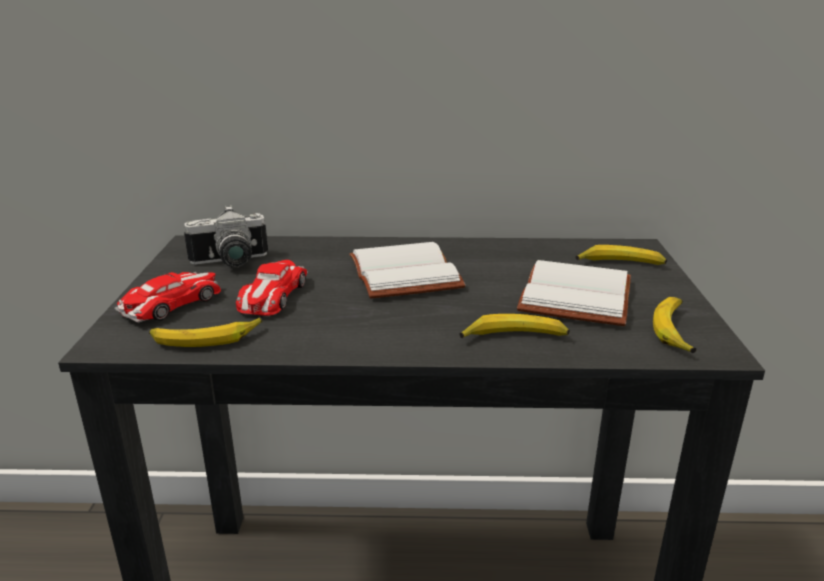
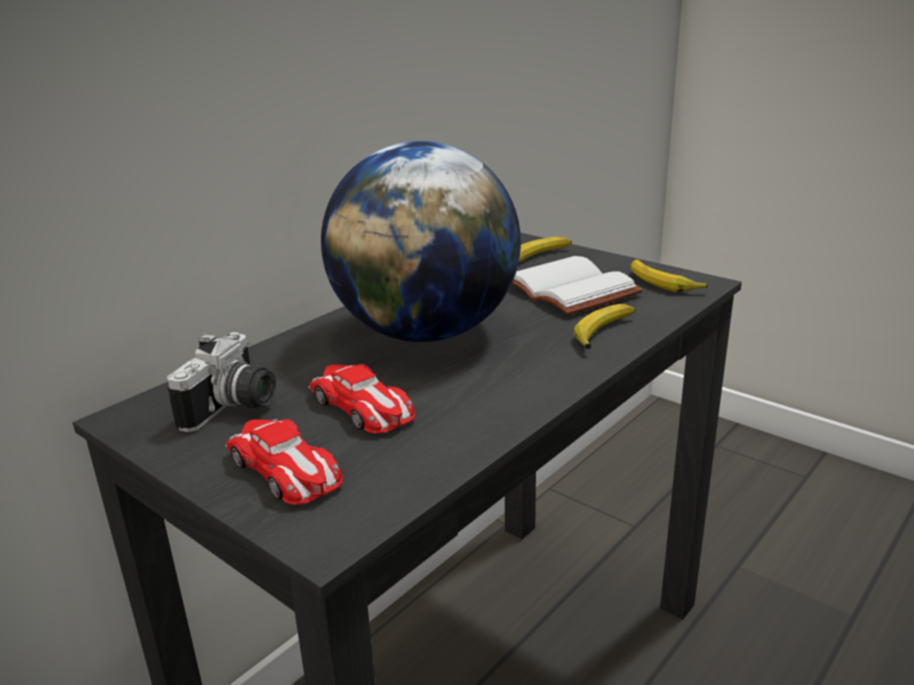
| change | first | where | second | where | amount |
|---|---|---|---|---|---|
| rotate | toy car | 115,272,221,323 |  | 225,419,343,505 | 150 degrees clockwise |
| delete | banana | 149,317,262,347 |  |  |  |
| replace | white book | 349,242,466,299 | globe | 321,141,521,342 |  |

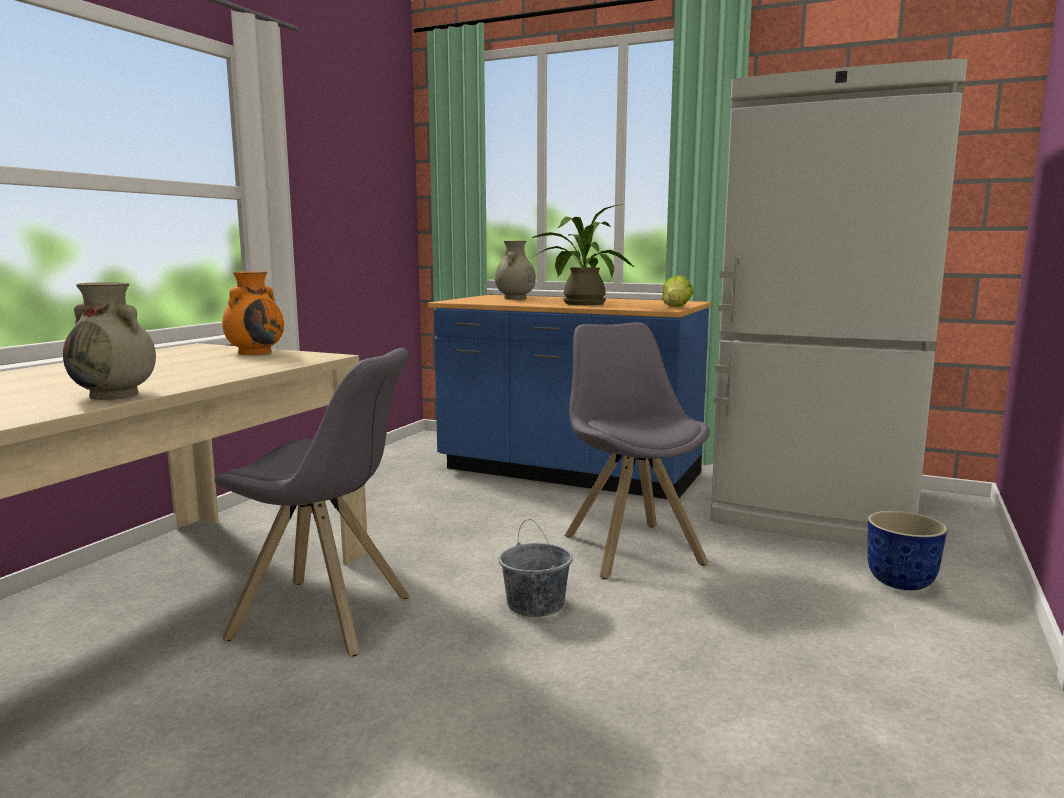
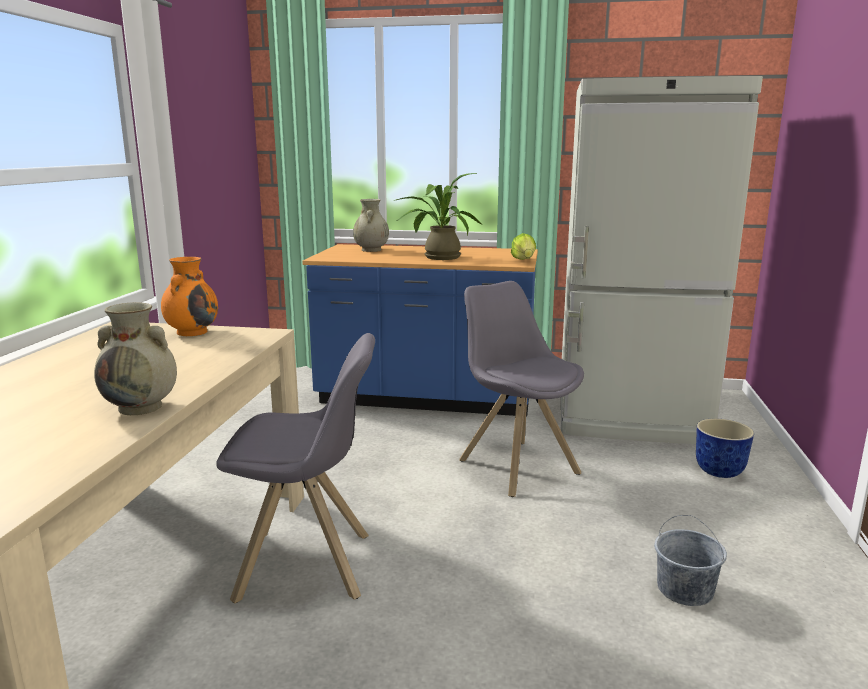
| change | first | where | second | where | amount |
|---|---|---|---|---|---|
| move | grey bucket | 499,519,573,617 |  | 654,515,727,606 |  |

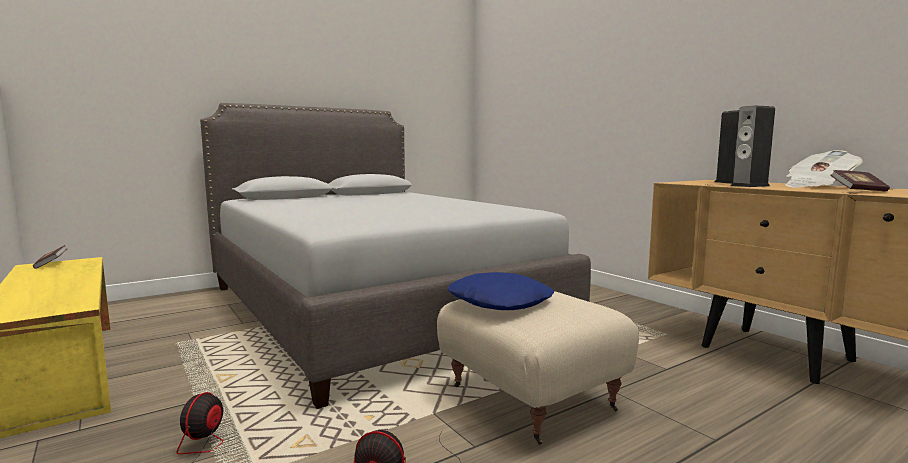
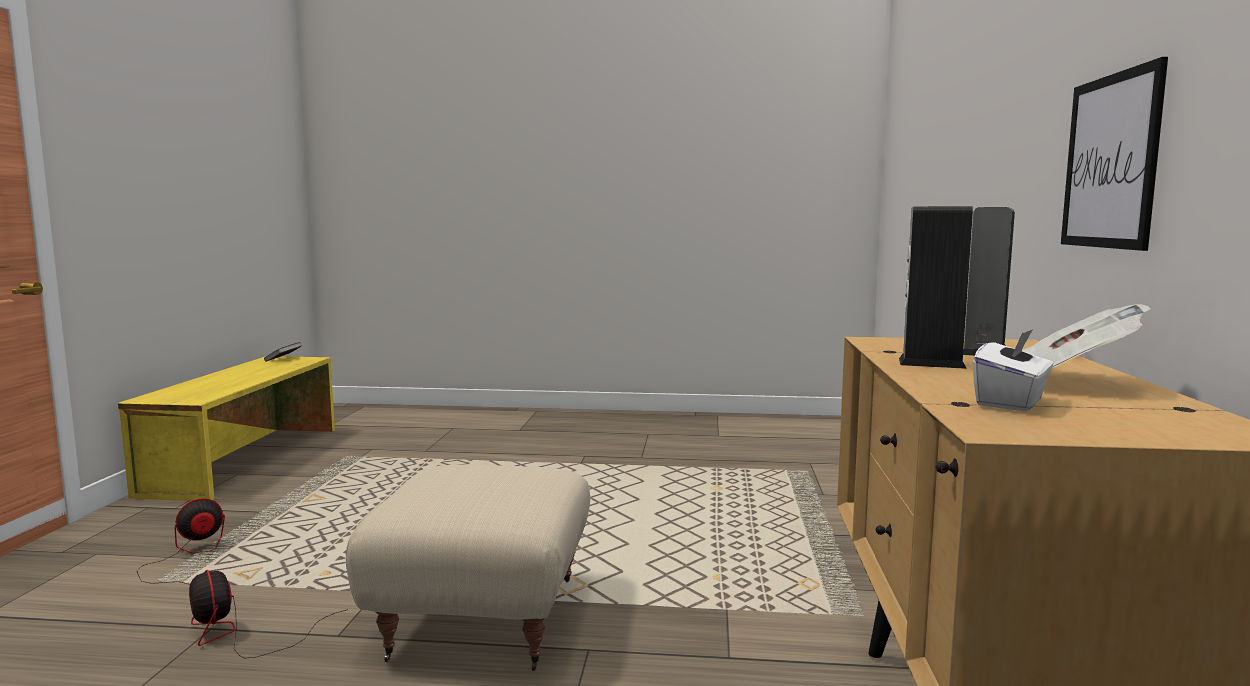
| change | first | where | second | where | amount |
|---|---|---|---|---|---|
| delete | grey bed | 200,103,591,409 |  |  |  |
| delete | blue pillow | 448,272,554,310 |  |  |  |
| replace | book | 831,170,890,192 | white tissue box | 973,329,1053,411 |  |
| insert |  |  | picture | 1061,57,1168,251 |  |

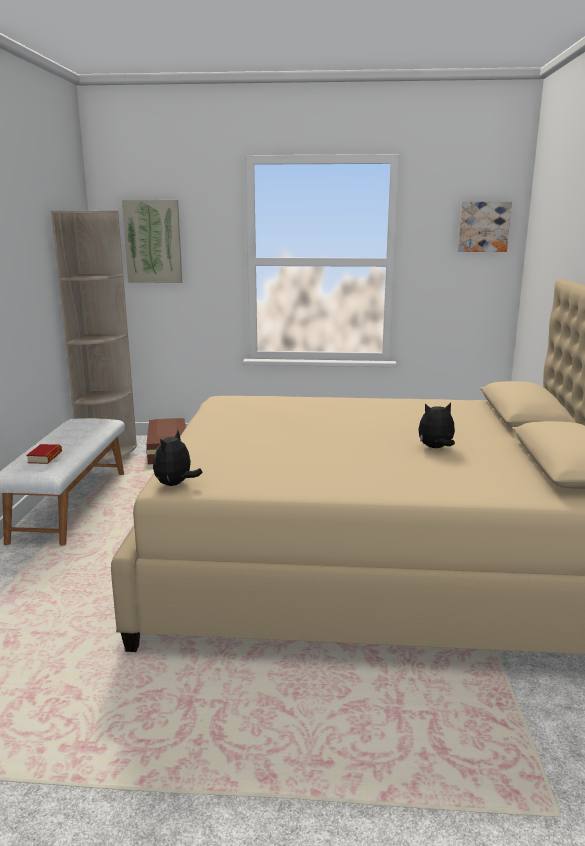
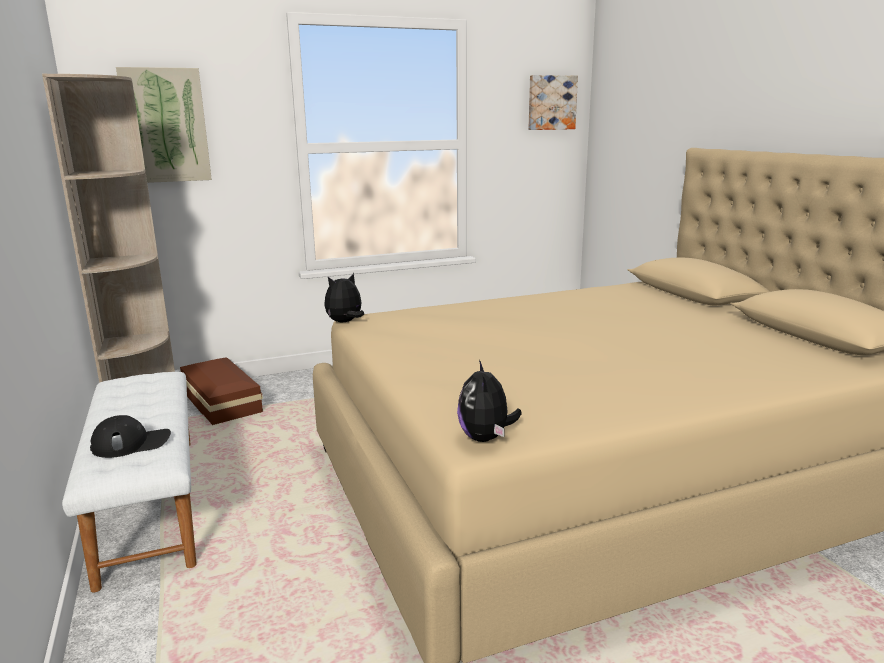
| change | first | where | second | where | amount |
|---|---|---|---|---|---|
| replace | book | 26,444,62,464 | black cap | 90,415,171,458 |  |
| move | plush toy | 418,403,455,448 |  | 324,273,364,322 |  |

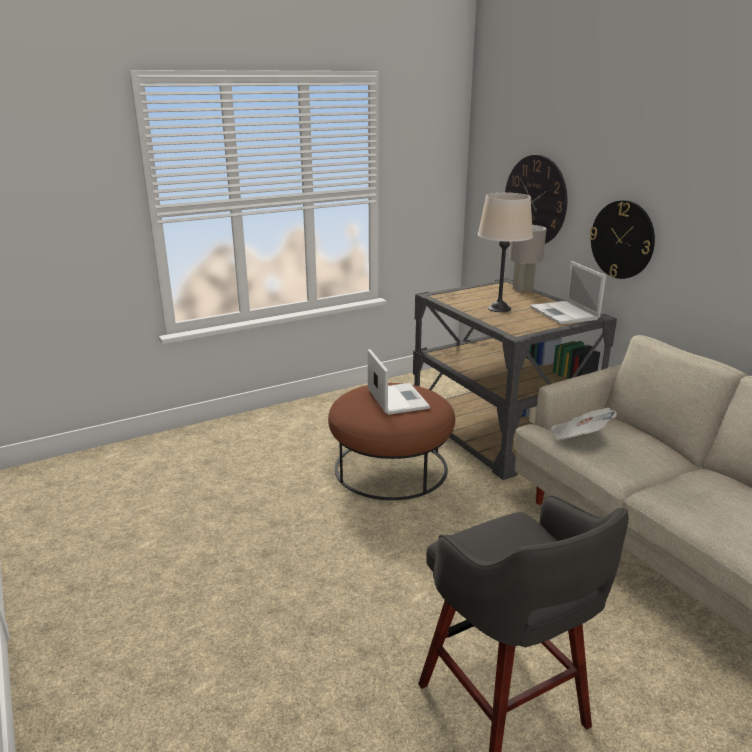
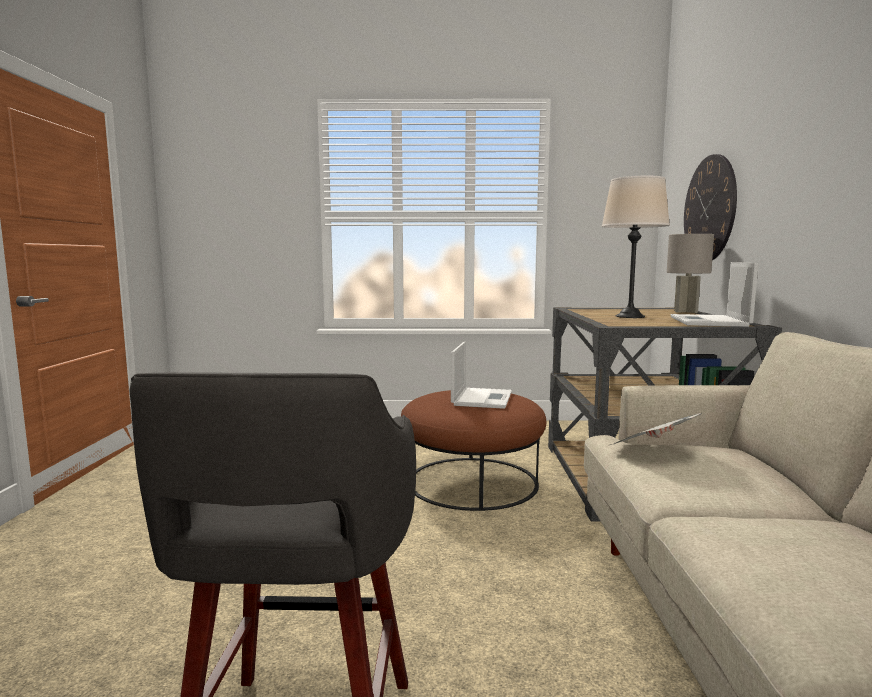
| change | first | where | second | where | amount |
|---|---|---|---|---|---|
| delete | wall clock | 589,200,655,279 |  |  |  |

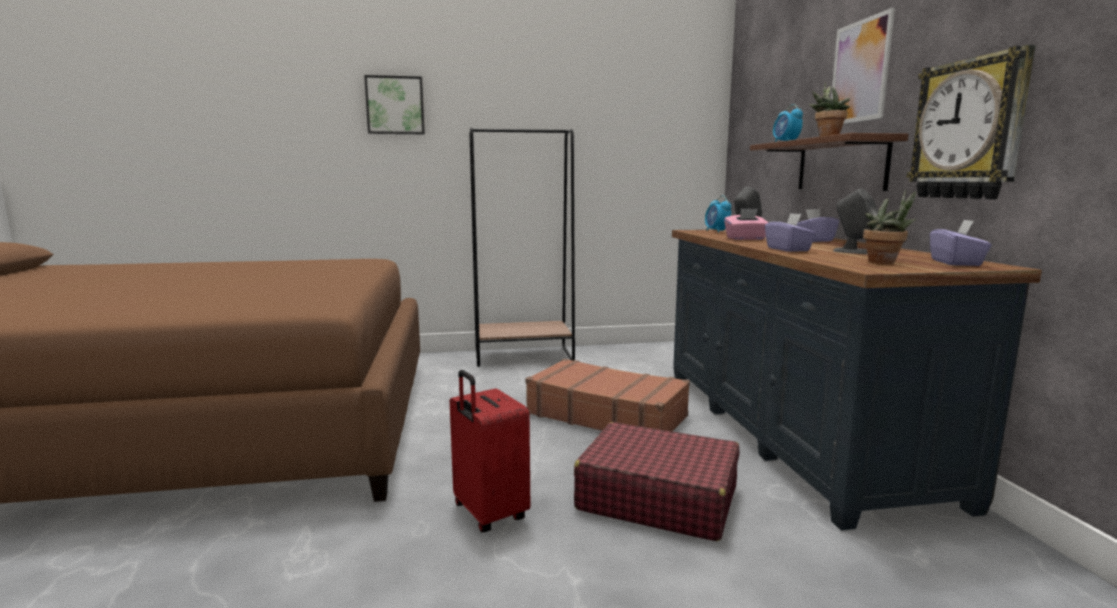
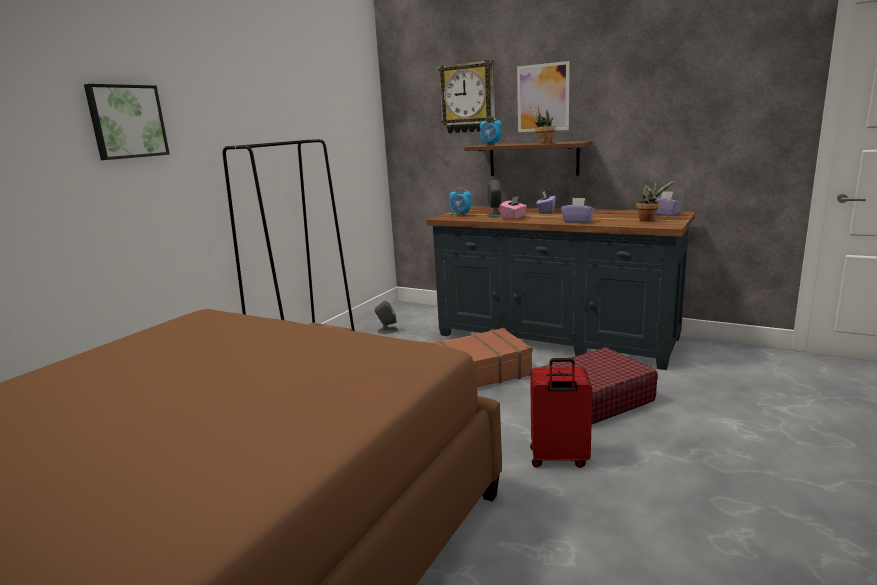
| change | first | where | second | where | amount |
|---|---|---|---|---|---|
| move | grey speaker | 833,189,878,254 |  | 375,301,398,334 |  |
| move | wall clock | 906,45,1035,200 |  | 438,60,495,133 |  |

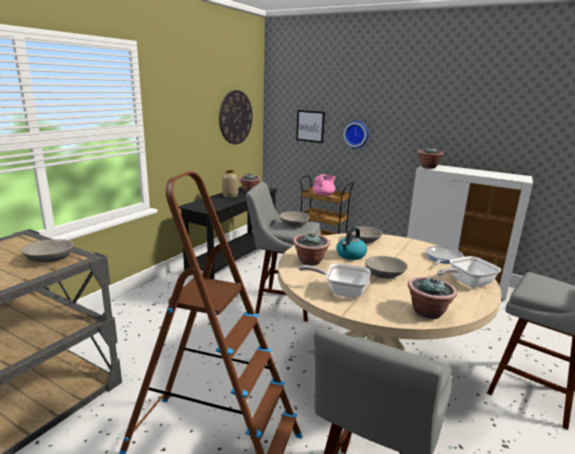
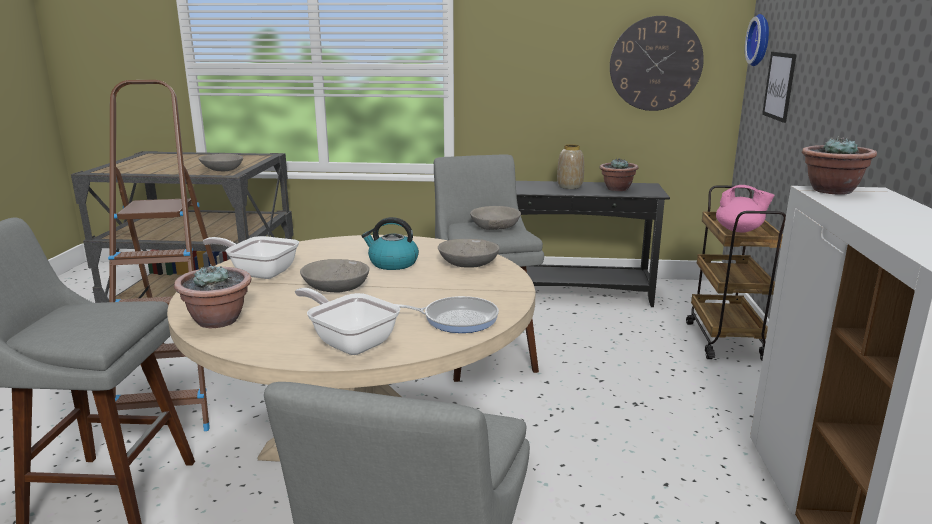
| change | first | where | second | where | amount |
|---|---|---|---|---|---|
| delete | potted plant | 293,232,330,266 |  |  |  |
| rotate | frying pan | 298,263,371,298 |  | 203,236,299,279 | 60 degrees counterclockwise |
| move | wall clock | 343,121,368,148 |  | 745,14,769,66 |  |

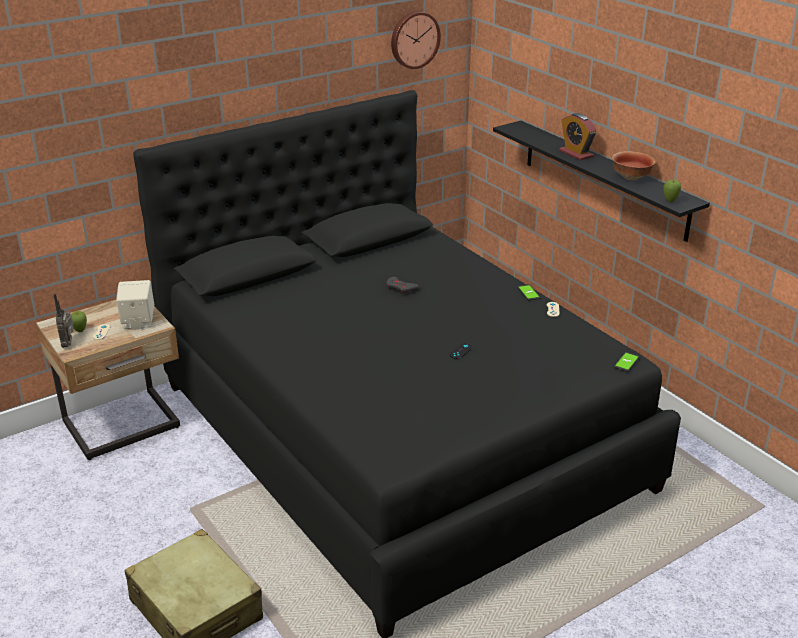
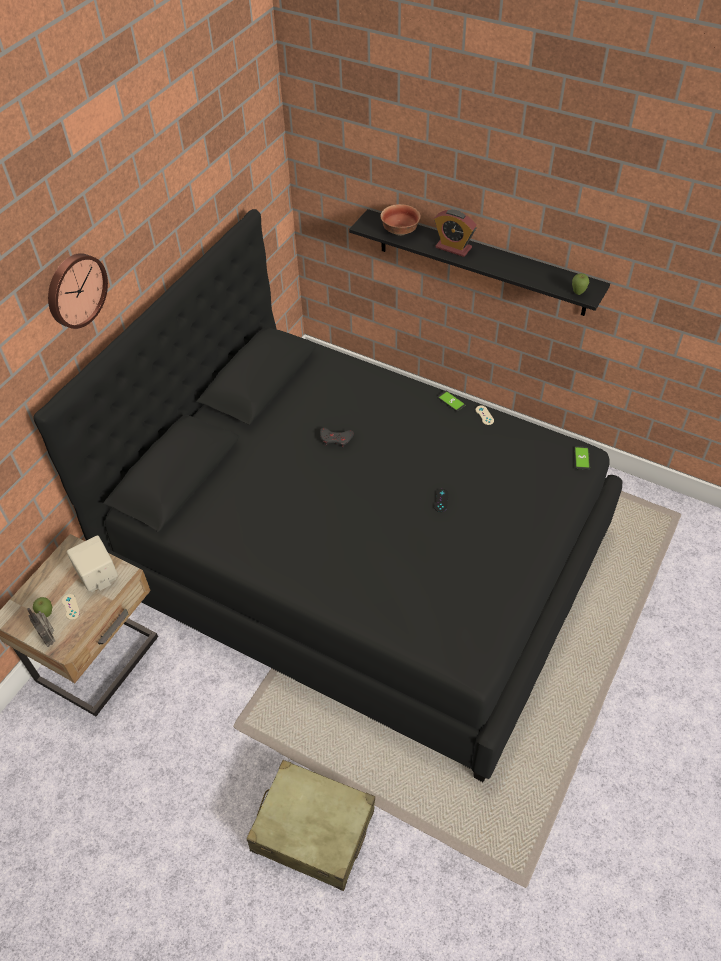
| change | first | where | second | where | amount |
|---|---|---|---|---|---|
| move | wall clock | 391,11,441,69 |  | 48,253,108,329 |  |
| move | bowl | 612,151,655,180 |  | 380,204,421,236 |  |

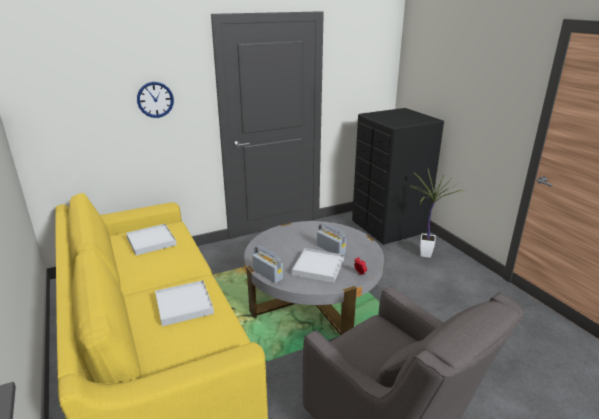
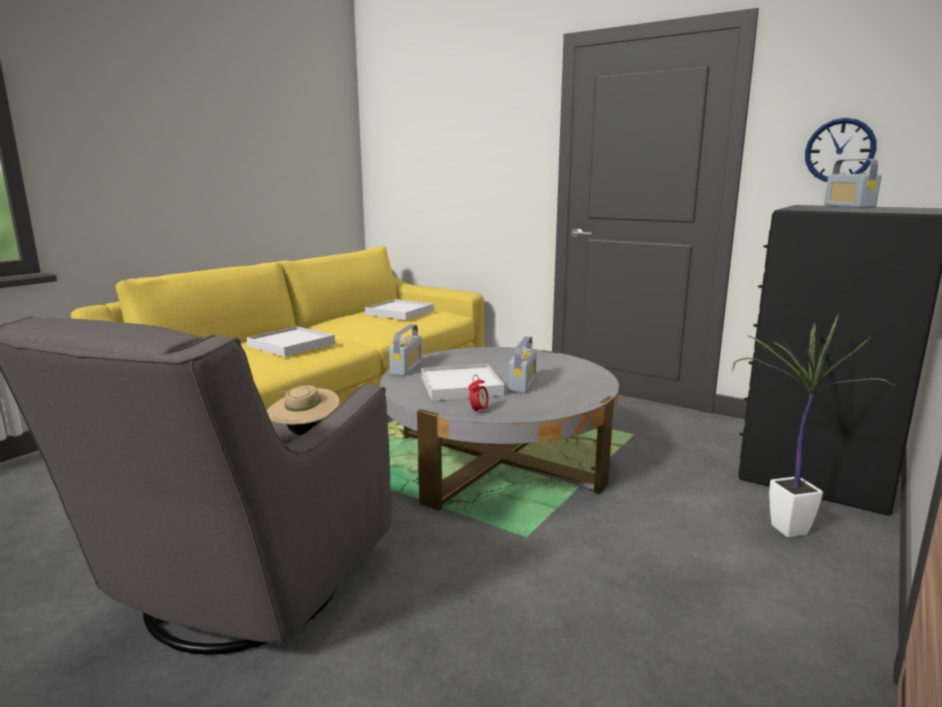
| change | first | where | second | where | amount |
|---|---|---|---|---|---|
| move | wall clock | 137,82,174,118 |  | 805,118,877,182 |  |
| insert |  |  | beige hat | 267,386,340,435 |  |
| insert |  |  | radio | 824,159,881,208 |  |

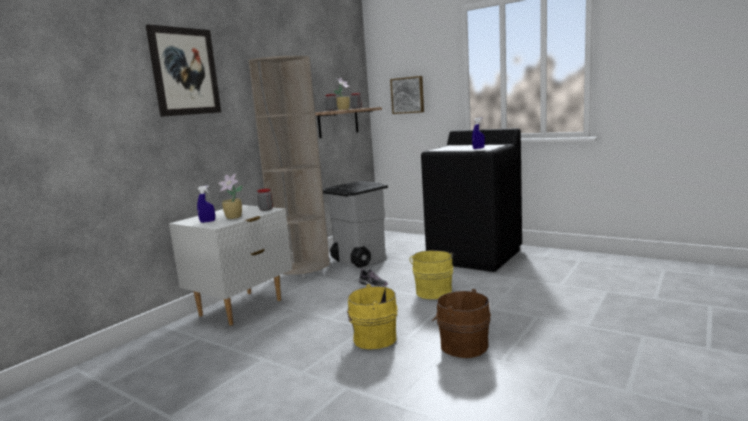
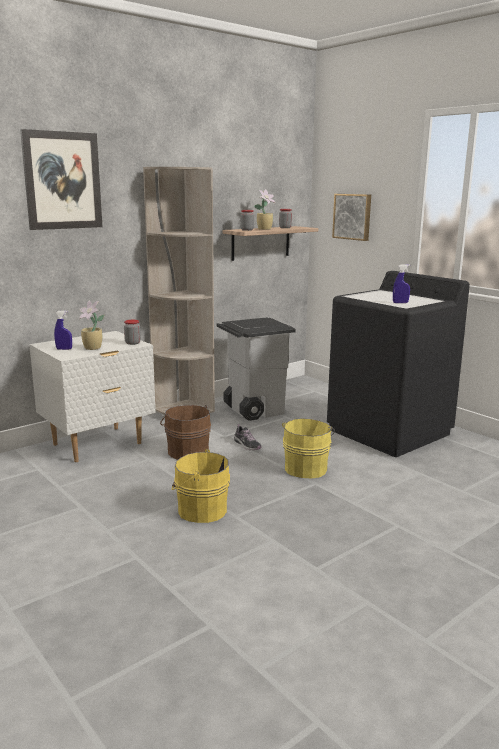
| change | first | where | second | where | amount |
|---|---|---|---|---|---|
| move | brown bucket | 432,289,491,358 |  | 160,405,211,460 |  |

